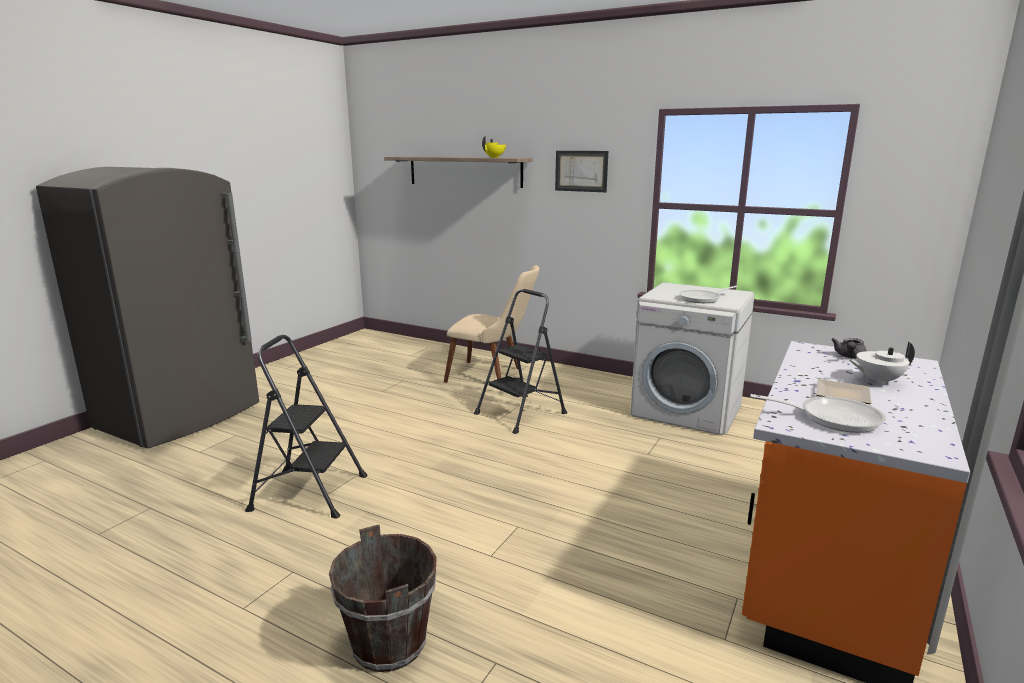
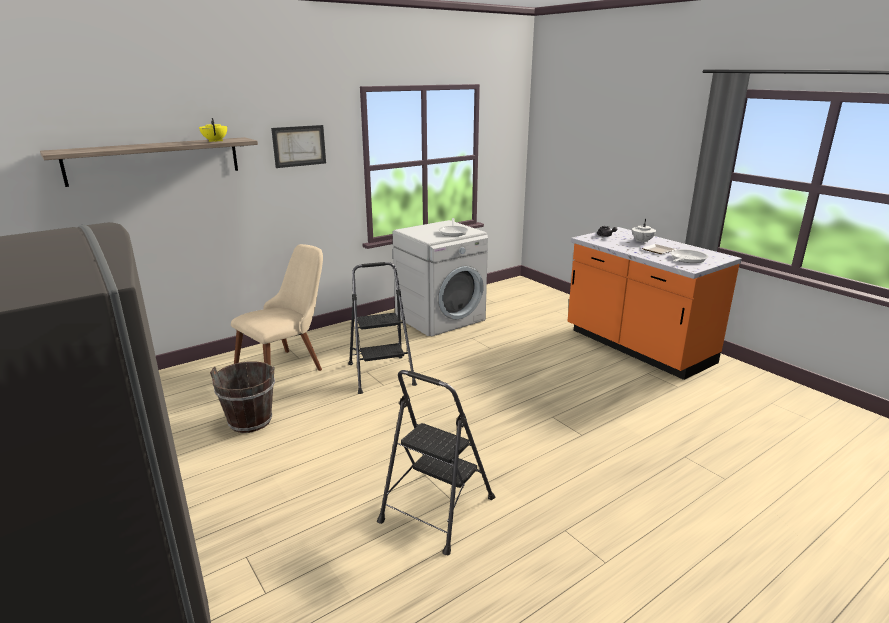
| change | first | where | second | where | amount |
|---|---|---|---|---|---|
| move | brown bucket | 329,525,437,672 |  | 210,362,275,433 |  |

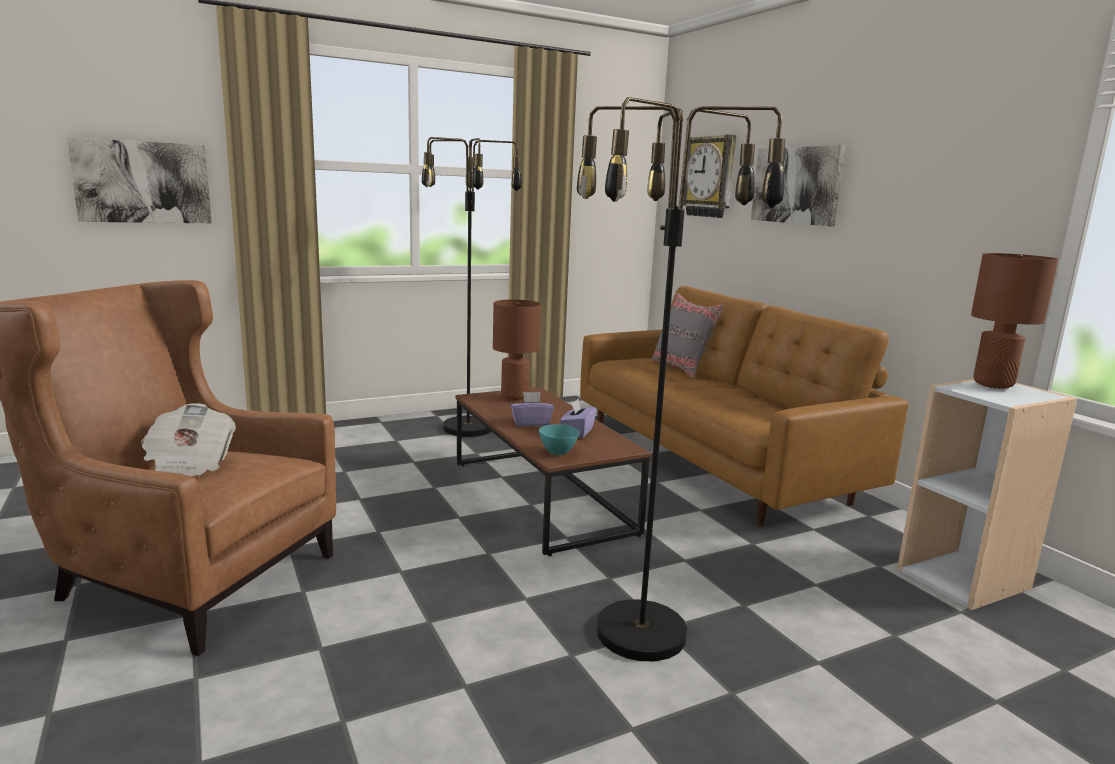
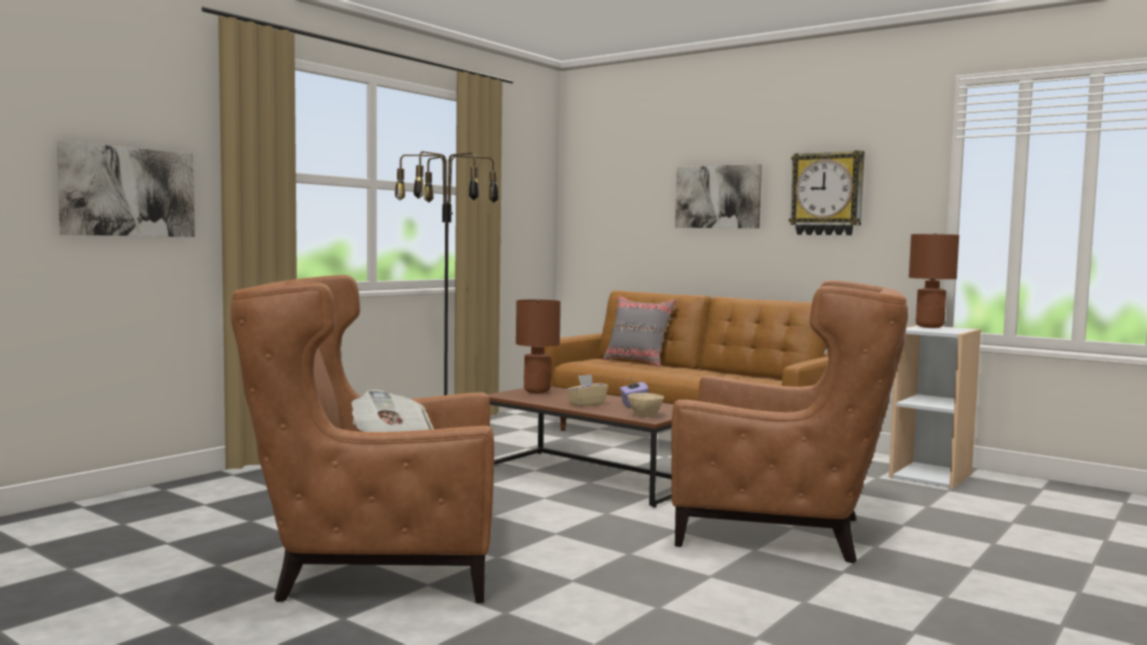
| change | first | where | second | where | amount |
|---|---|---|---|---|---|
| recolor | purple tissue box | 511,392,554,427 | beige tissue box | 566,374,608,407 |  |
| recolor | turquoise bowl | 539,424,579,455 | beige bowl | 628,393,664,417 |  |
| replace | floor lamp | 577,97,785,661 | brown armchair | 671,280,908,563 |  |
| move | wall clock | 683,135,737,218 |  | 789,150,865,235 |  |

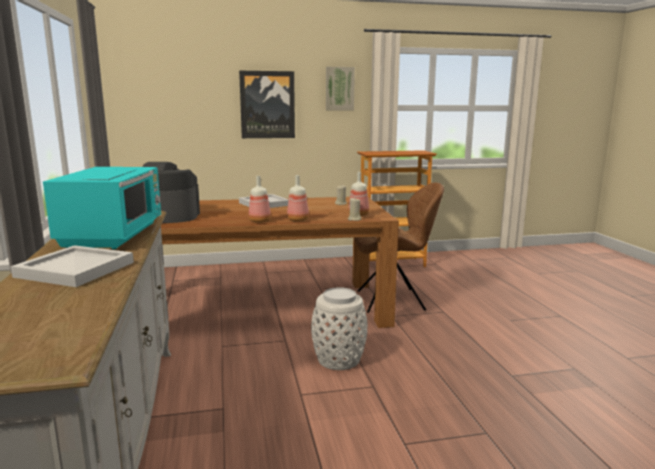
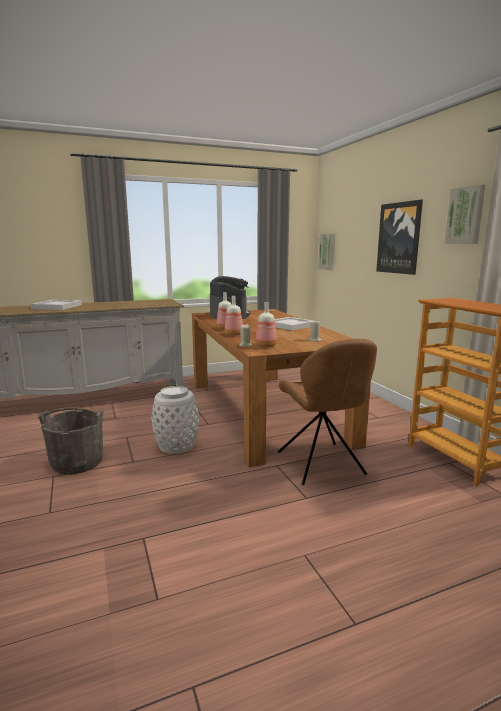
| change | first | where | second | where | amount |
|---|---|---|---|---|---|
| delete | turquoise microwave | 43,167,161,249 |  |  |  |
| insert |  |  | grey bucket | 38,407,103,475 |  |
| insert |  |  | picture | 318,234,335,270 |  |

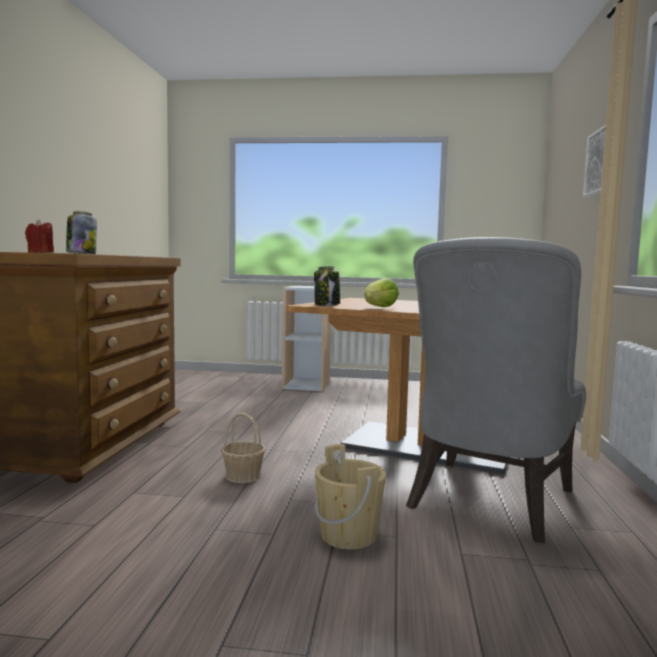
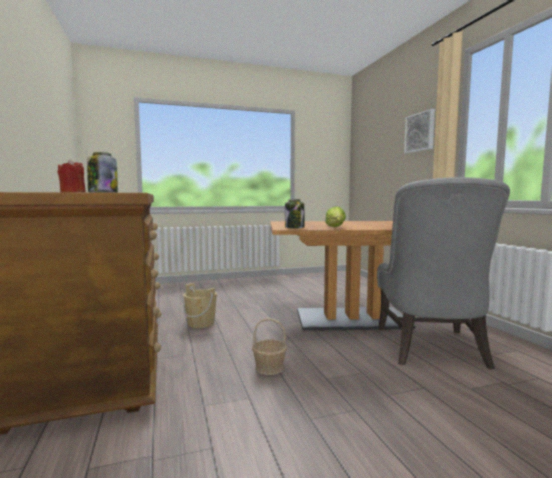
| change | first | where | second | where | amount |
|---|---|---|---|---|---|
| delete | bookcase | 282,286,331,391 |  |  |  |
| move | beige bucket | 315,444,386,550 |  | 183,283,217,328 |  |

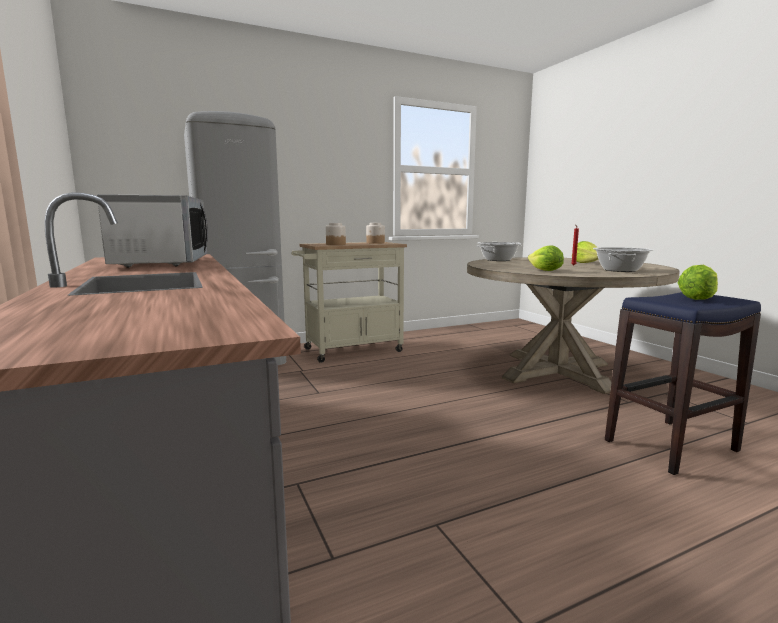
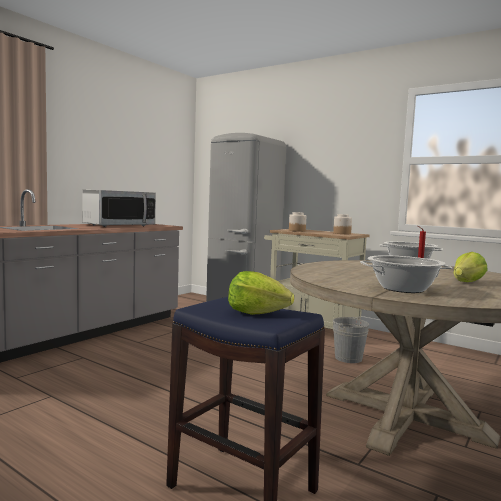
| change | first | where | second | where | amount |
|---|---|---|---|---|---|
| delete | lettuce | 528,246,564,271 |  |  |  |
| insert |  |  | grey bucket | 333,317,369,363 |  |

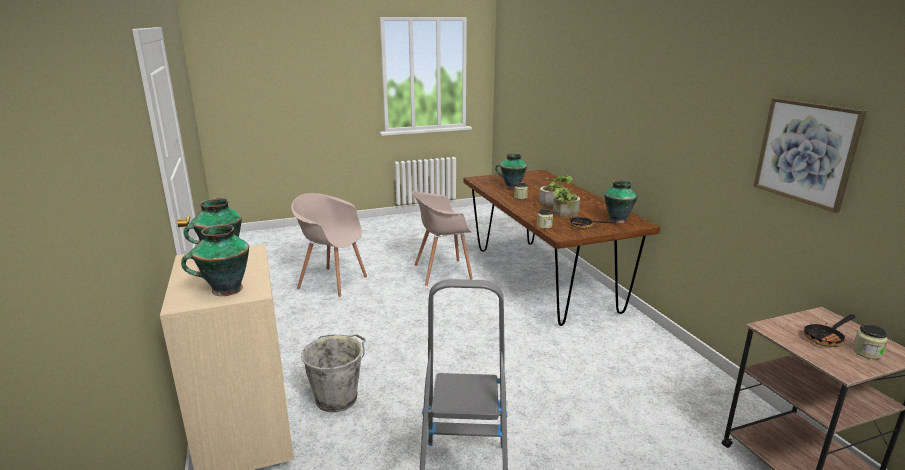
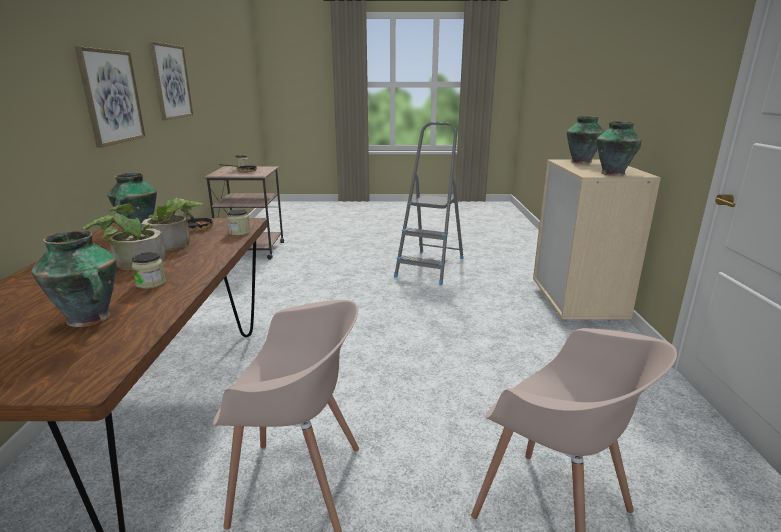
| change | first | where | second | where | amount |
|---|---|---|---|---|---|
| delete | grey bucket | 301,334,366,412 |  |  |  |
| insert |  |  | picture | 75,46,145,147 |  |

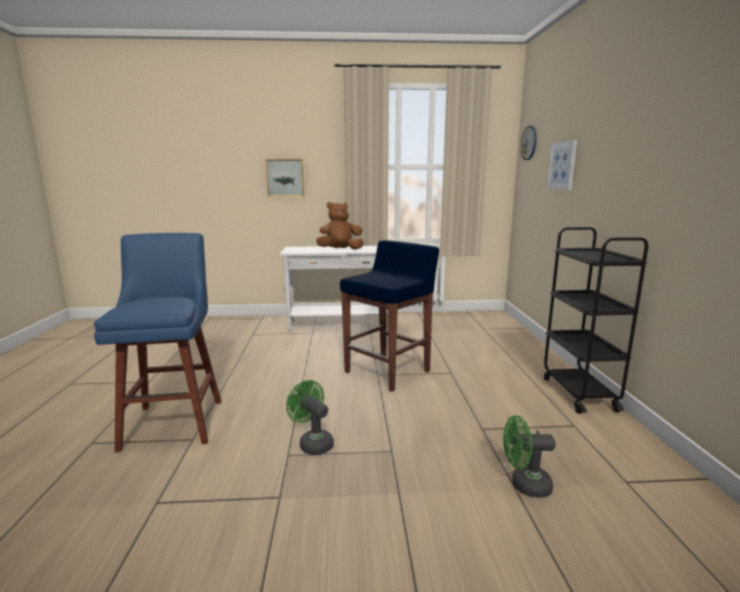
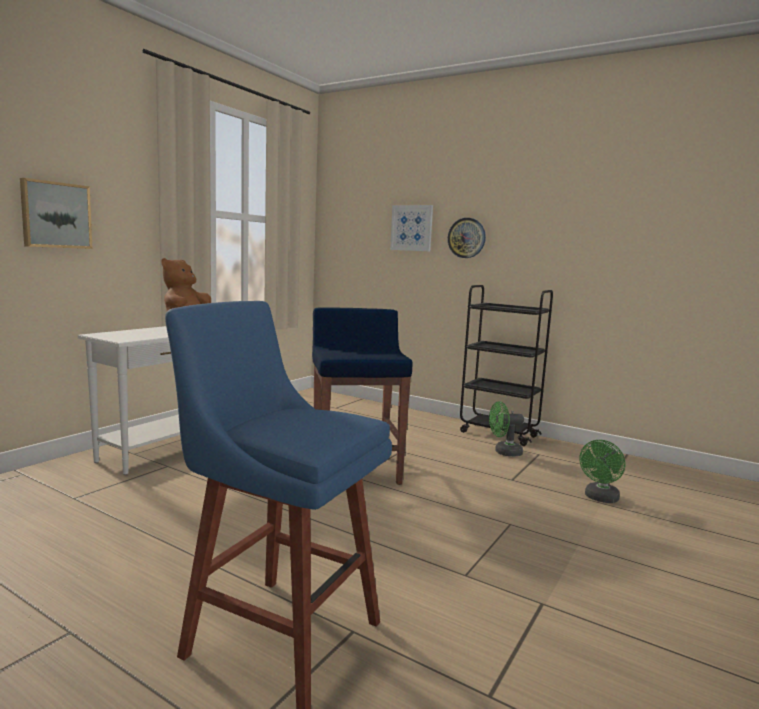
| change | first | where | second | where | amount |
|---|---|---|---|---|---|
| move | green fan | 286,380,334,455 |  | 489,401,524,456 |  |
| move | wall clock | 521,126,537,160 |  | 448,218,486,258 |  |

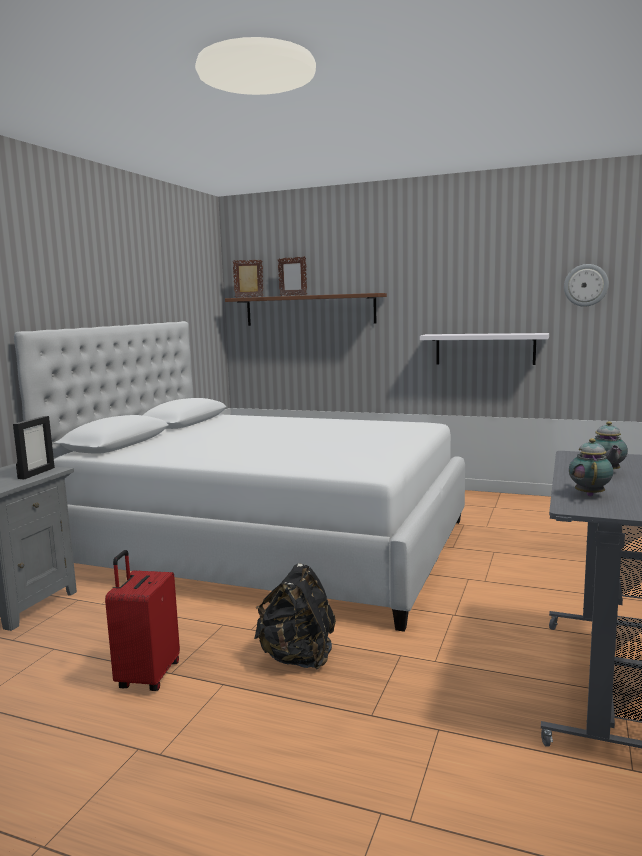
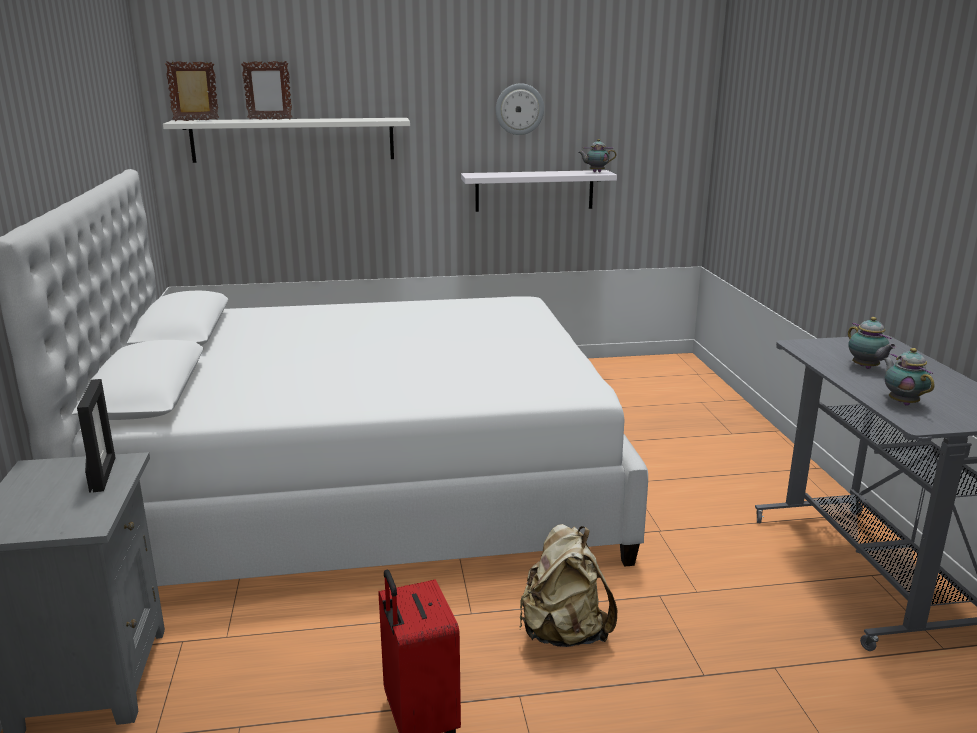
| change | first | where | second | where | amount |
|---|---|---|---|---|---|
| recolor | brown shelf | 225,293,387,326 | white shelf | 163,118,410,163 |  |
| recolor | black backpack | 254,563,336,670 | beige backpack | 519,524,617,647 |  |
| move | wall clock | 564,264,609,307 |  | 496,83,544,135 |  |
| insert |  |  | teapot | 578,139,616,172 |  |

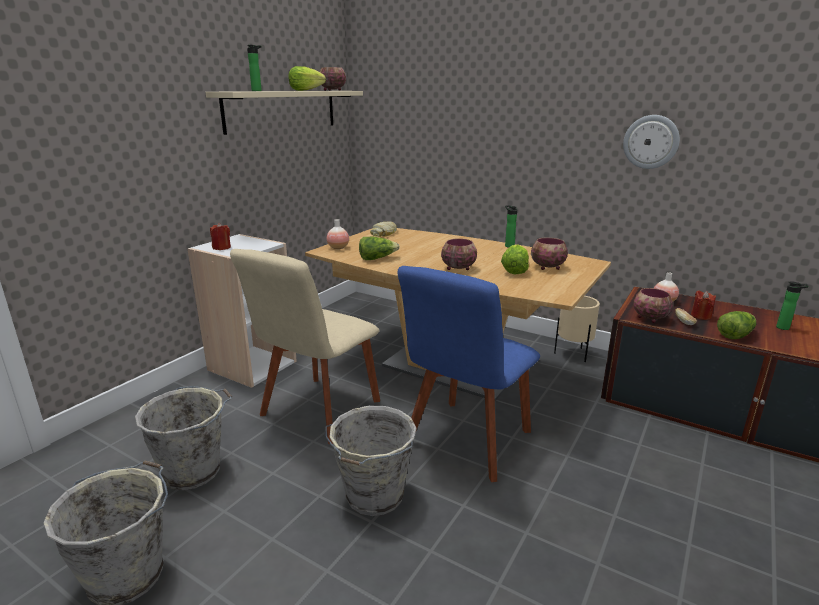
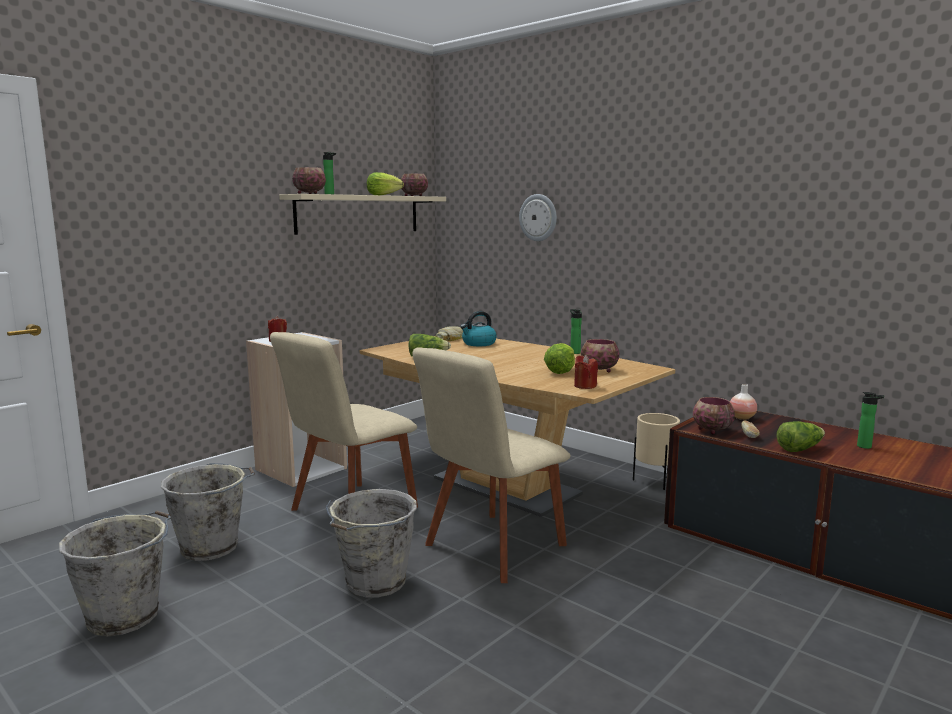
| change | first | where | second | where | amount |
|---|---|---|---|---|---|
| delete | vase | 327,219,349,249 |  |  |  |
| recolor | blue chair | 397,266,540,482 | beige chair | 413,347,571,583 |  |
| move | bowl | 441,238,477,270 |  | 292,167,326,194 |  |
| move | wall clock | 623,115,680,169 |  | 519,194,557,241 |  |
| move | red candle | 691,290,716,320 |  | 574,355,598,389 |  |
| insert |  |  | kettle | 460,311,497,346 |  |

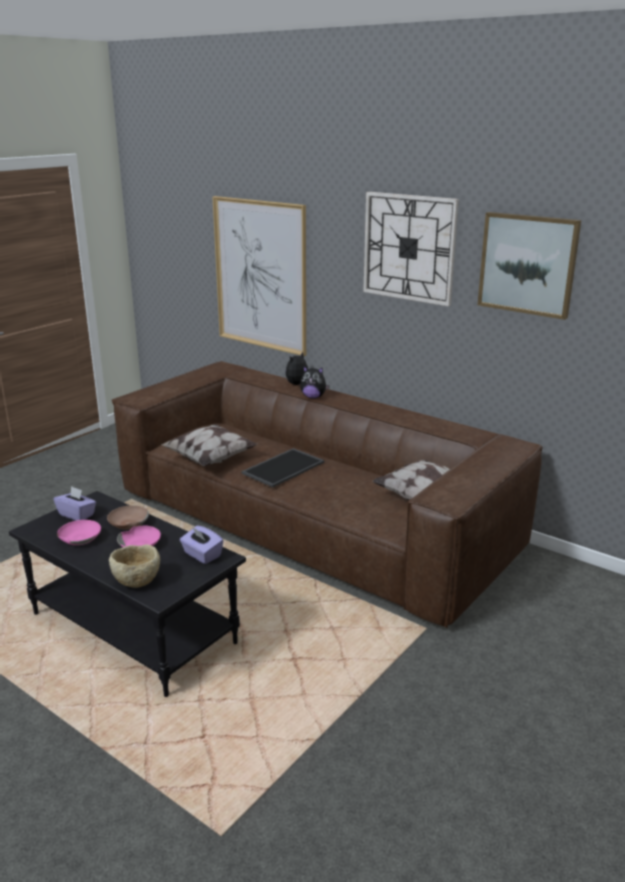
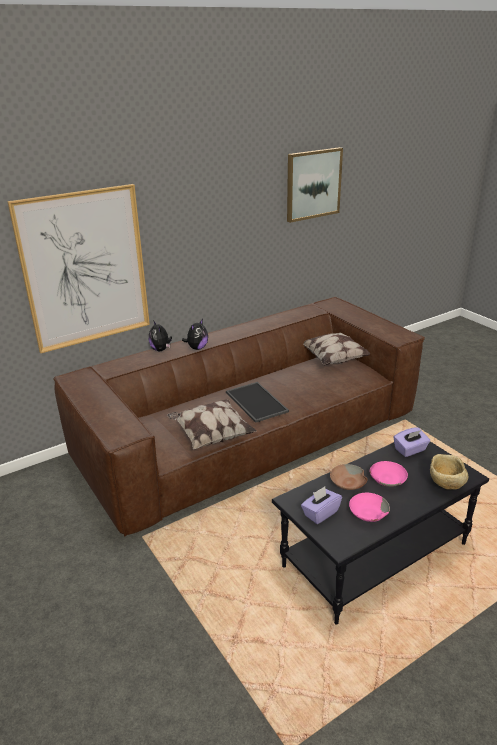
| change | first | where | second | where | amount |
|---|---|---|---|---|---|
| delete | wall clock | 363,192,459,306 |  |  |  |

